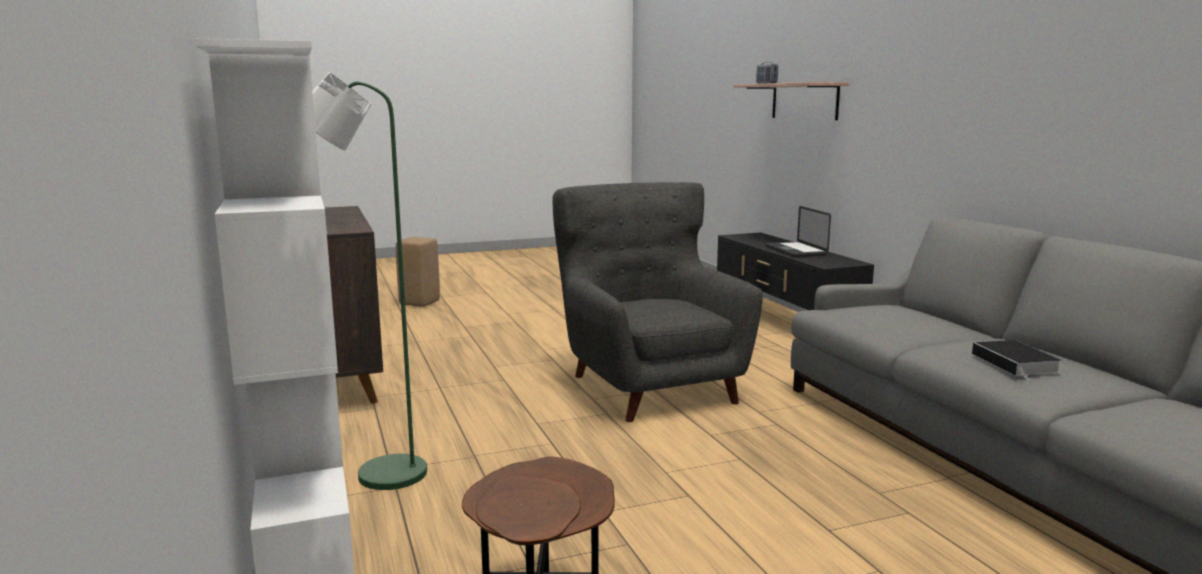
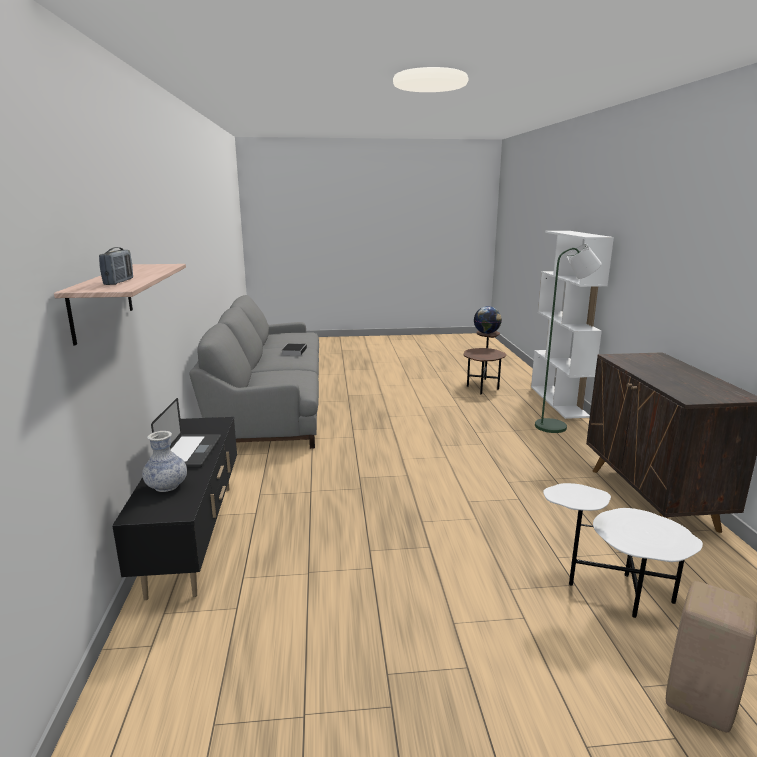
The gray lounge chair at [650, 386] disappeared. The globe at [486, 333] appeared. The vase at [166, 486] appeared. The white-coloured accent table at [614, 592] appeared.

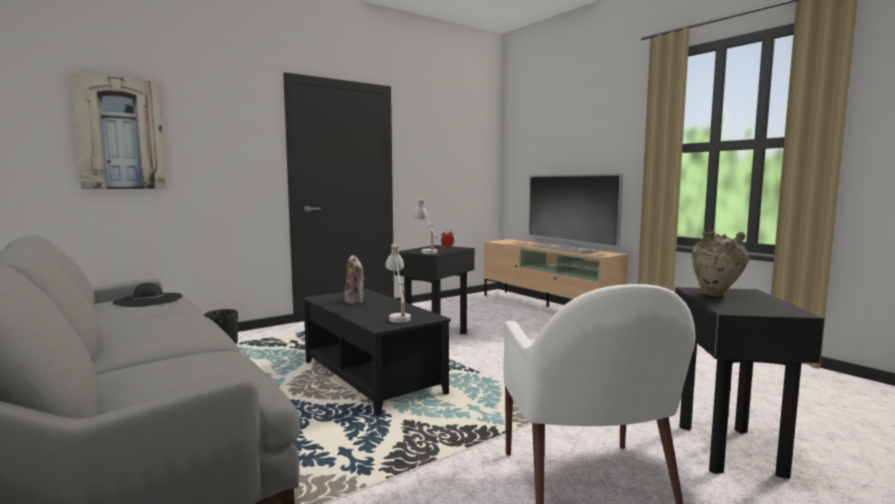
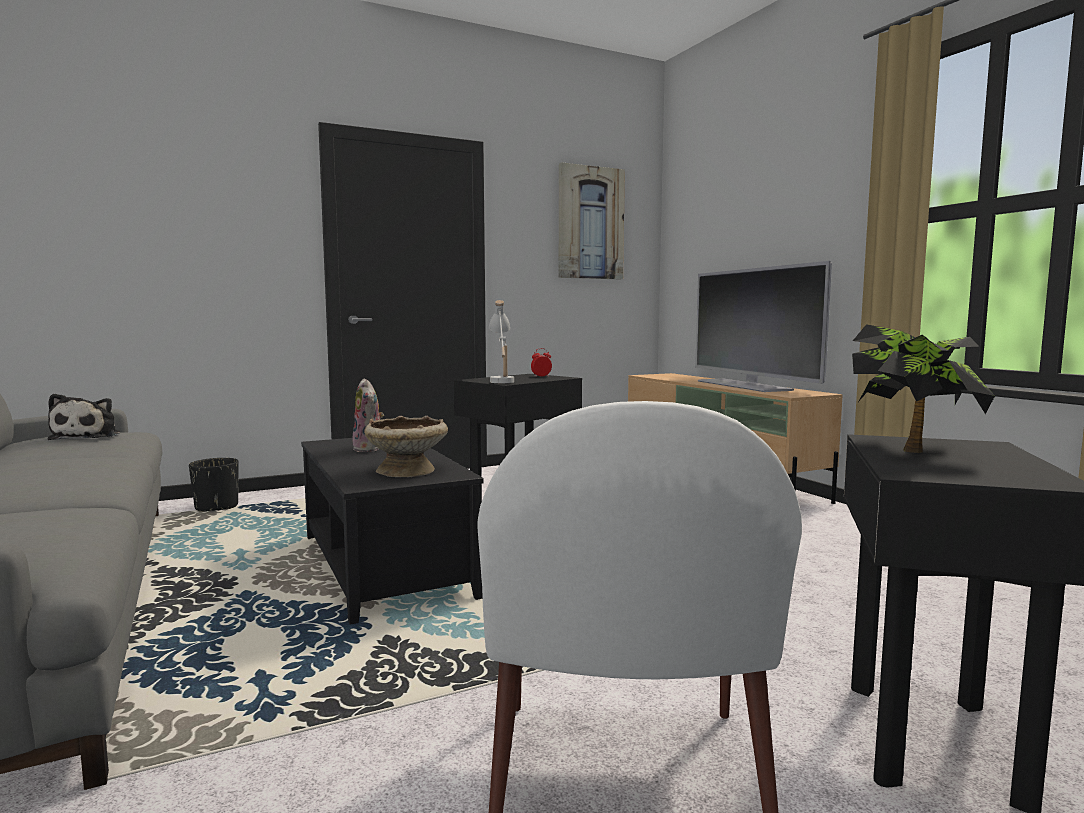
The wall art moved from [120, 134] to [590, 223]. The sand-coloured vase at [716, 295] was replaced by the plant in a pot at [913, 448]. The white-coloured table lamp at [398, 315] was replaced by the sand-coloured deep dish at [407, 470]. The black-coloured clothing hat at [148, 300] was replaced by the cuddly toy at [88, 436].

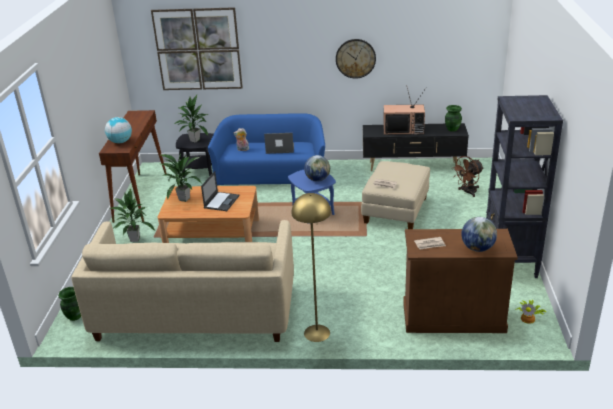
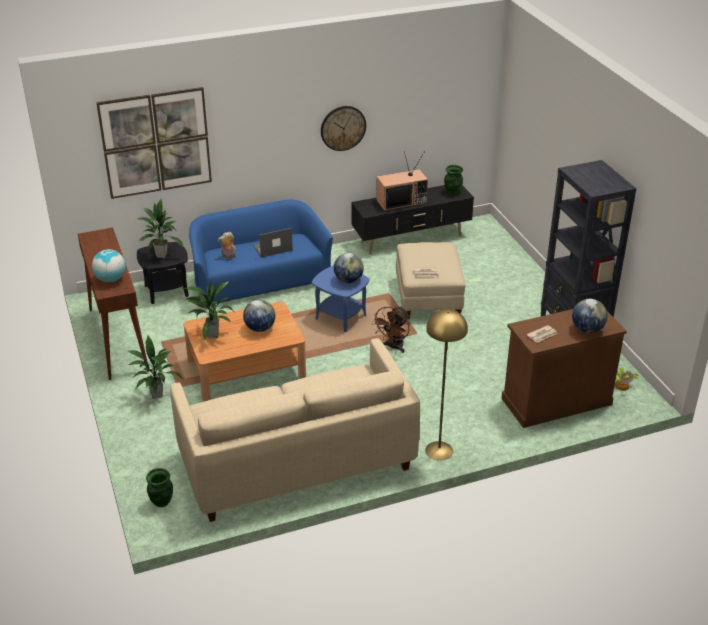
The brownish cooling fan moved from [467, 192] to [393, 347]. The portable computer at [221, 201] was replaced by the globe at [260, 328].

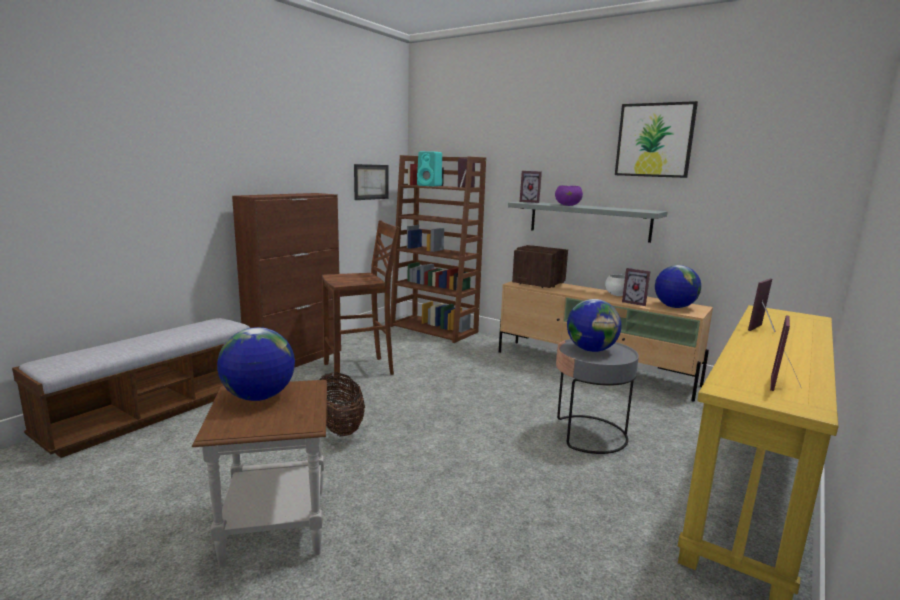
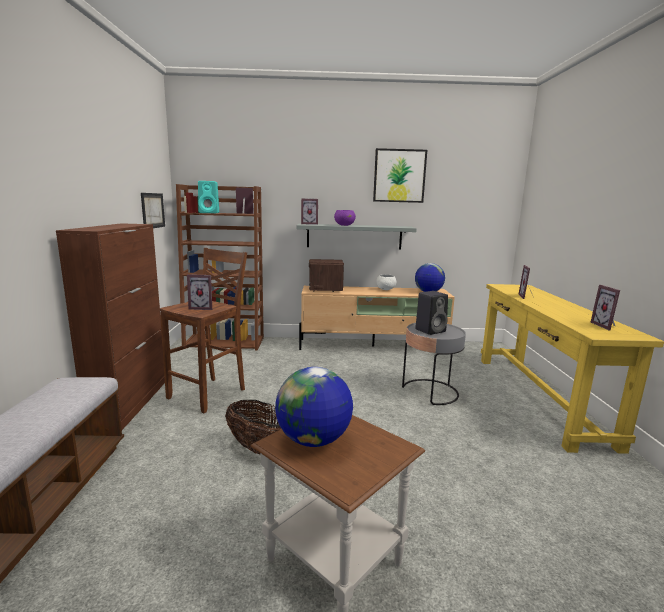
The standing frame moved from [635, 302] to [202, 308]. The globe at [591, 350] was replaced by the black-coloured loudspeaker at [430, 330].

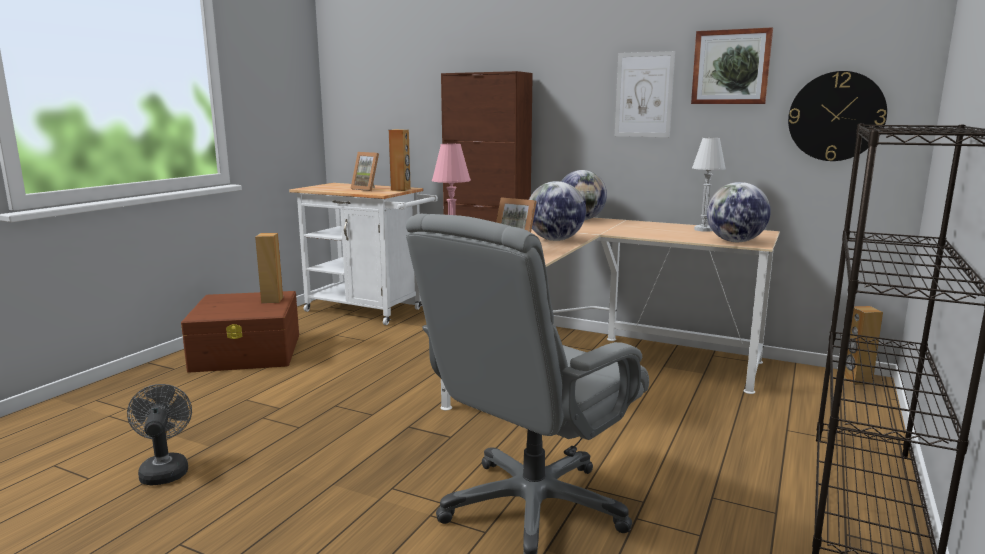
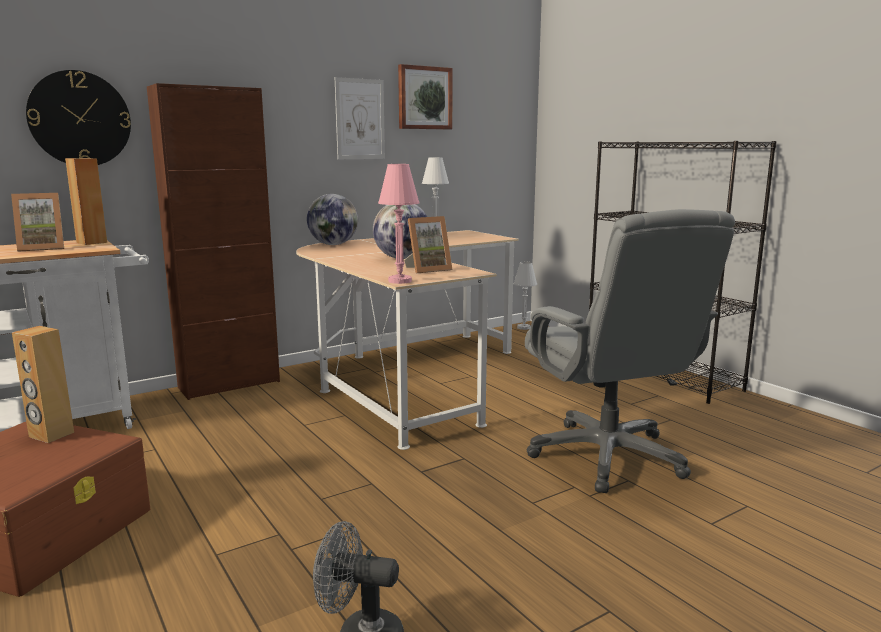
The wall clock moved from [836, 116] to [80, 119]. The globe at [735, 241] disappeared. The brownish loudspeaker at [856, 380] was replaced by the white-coloured table lamp at [524, 327].

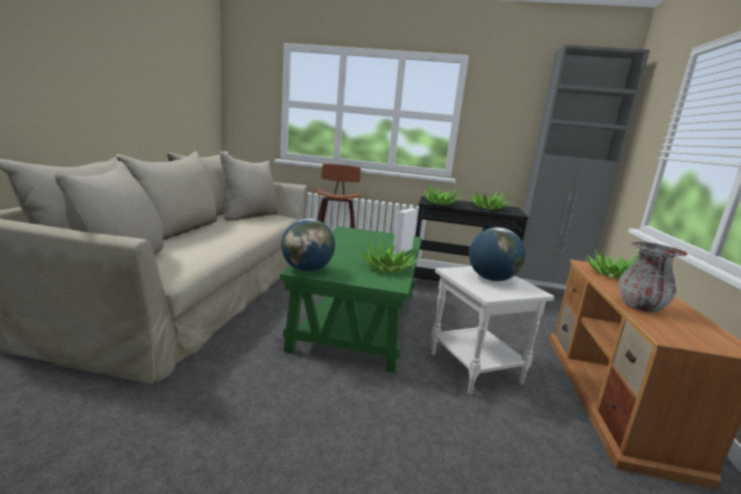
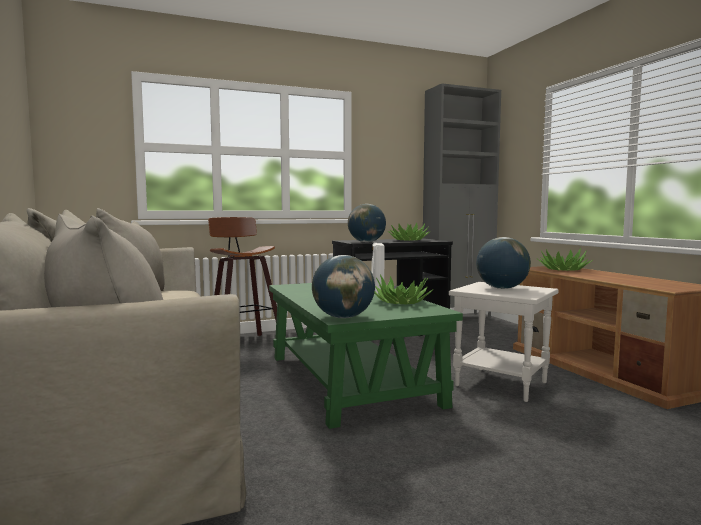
The plant in a pot at [440, 203] was replaced by the globe at [366, 242]. The gray vase at [640, 306] disappeared.

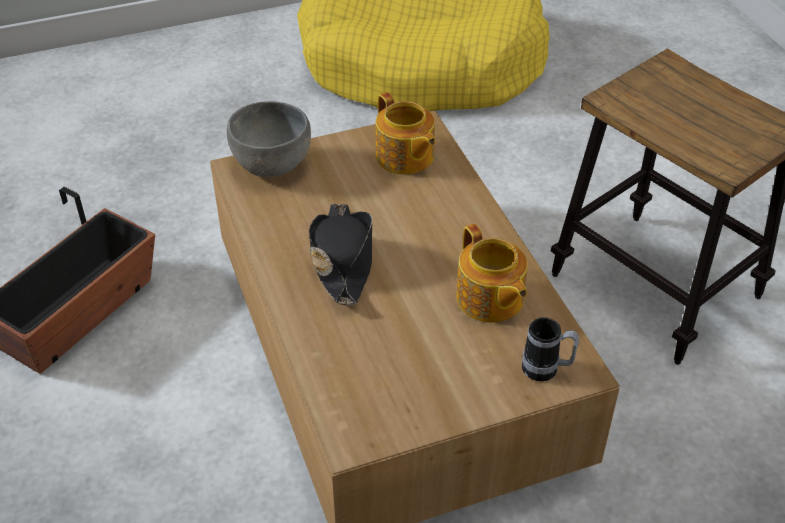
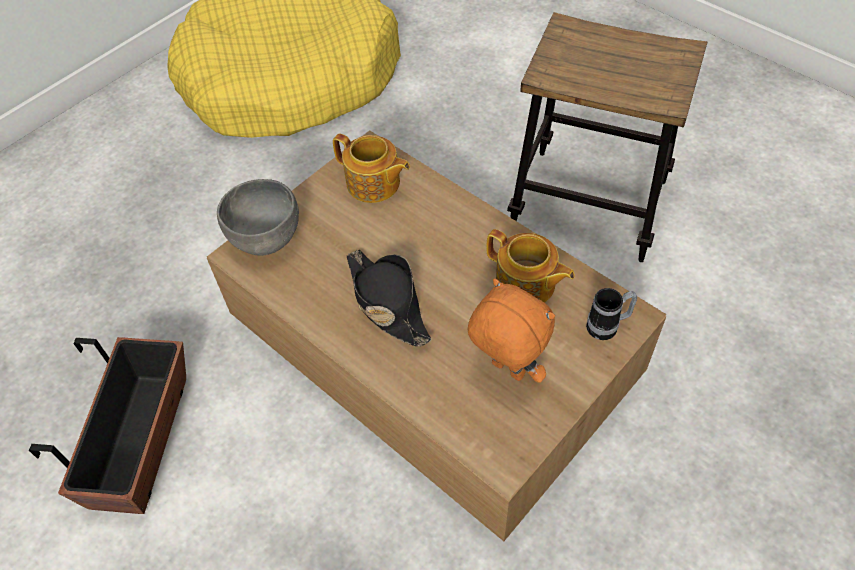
The orangey cuddly toy at [506, 370] appeared.

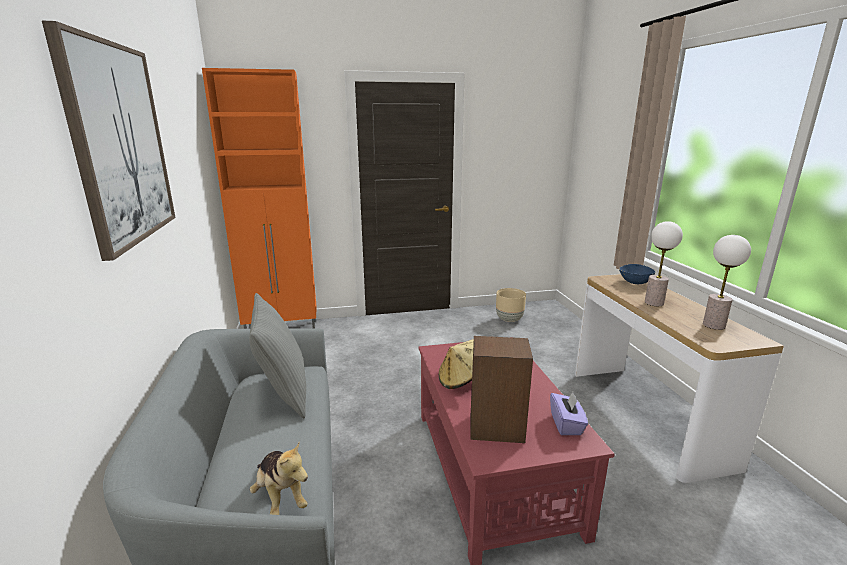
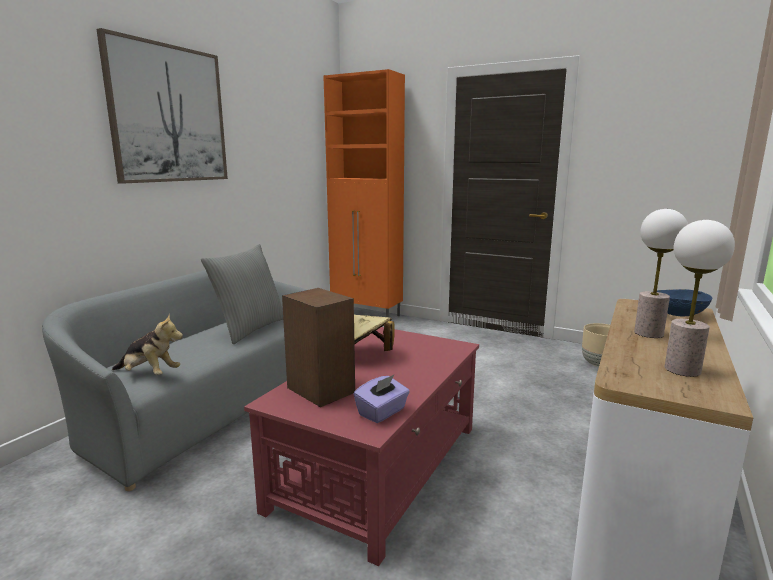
The cuddly toy at [280, 497] turned 75 degrees counterclockwise.

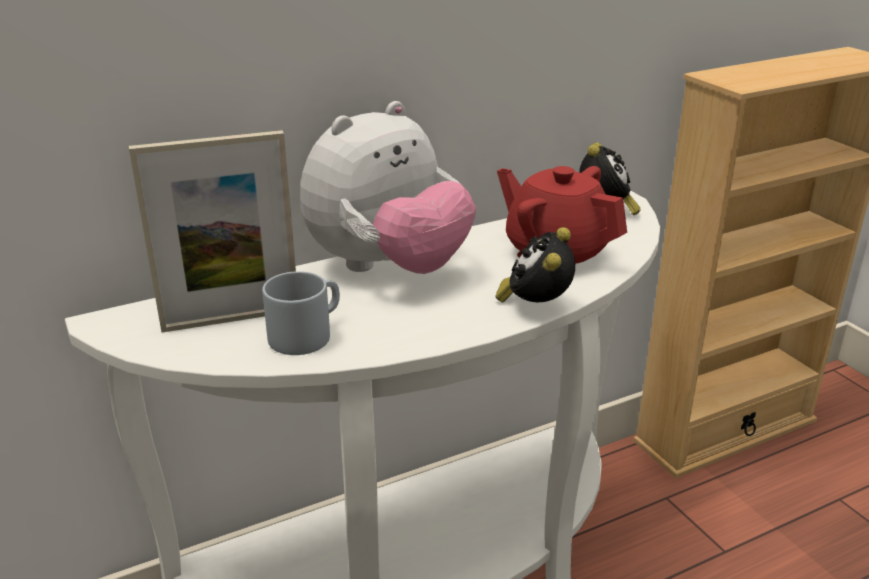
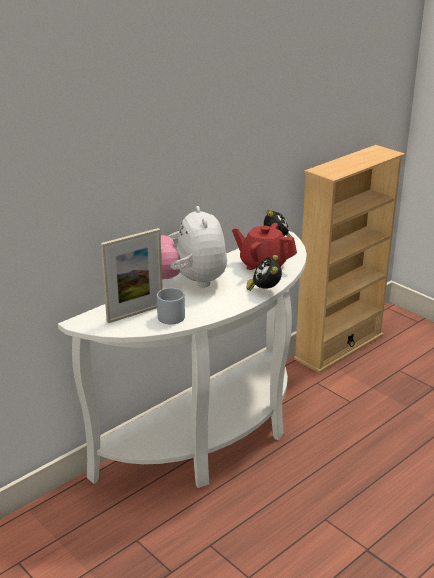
The cuddly toy at [388, 268] turned 135 degrees clockwise.

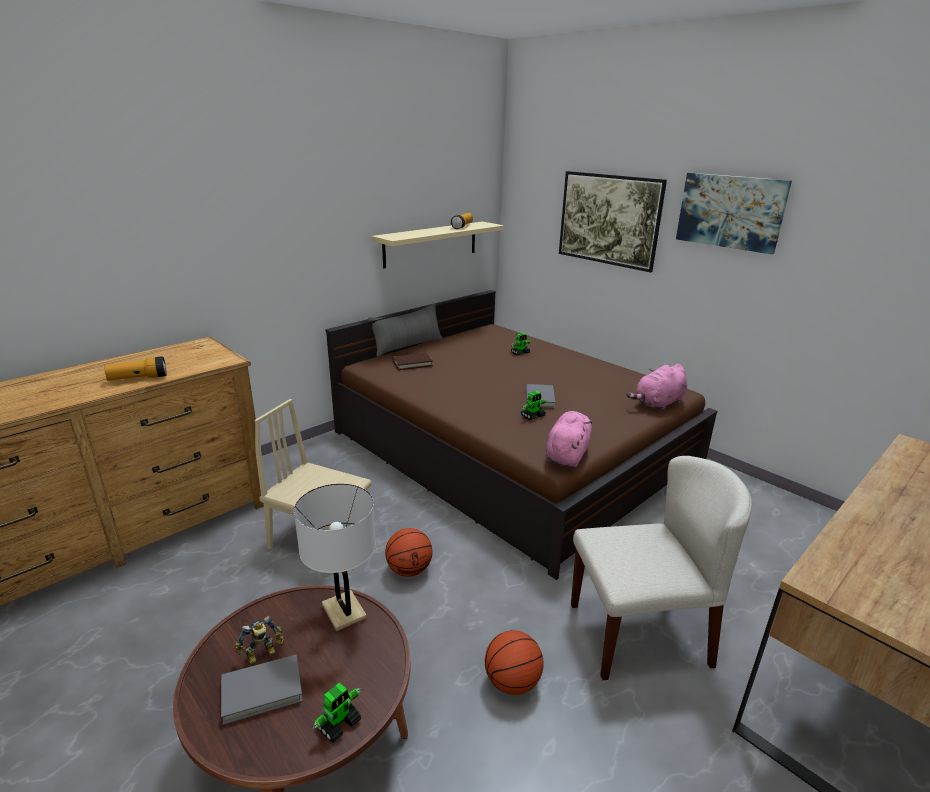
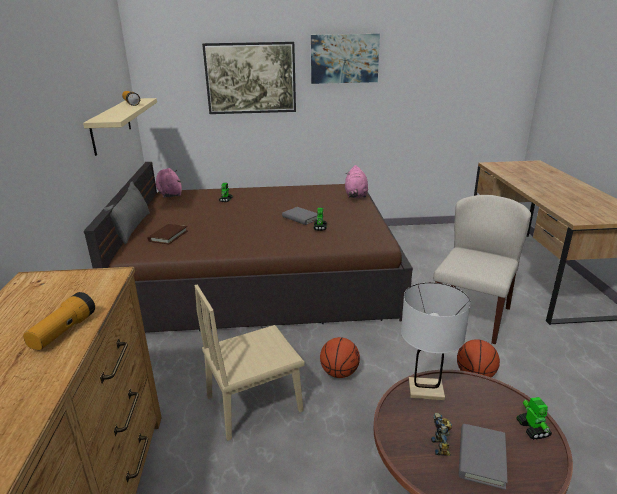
The pinkish cuddly toy moved from [567, 454] to [169, 194].

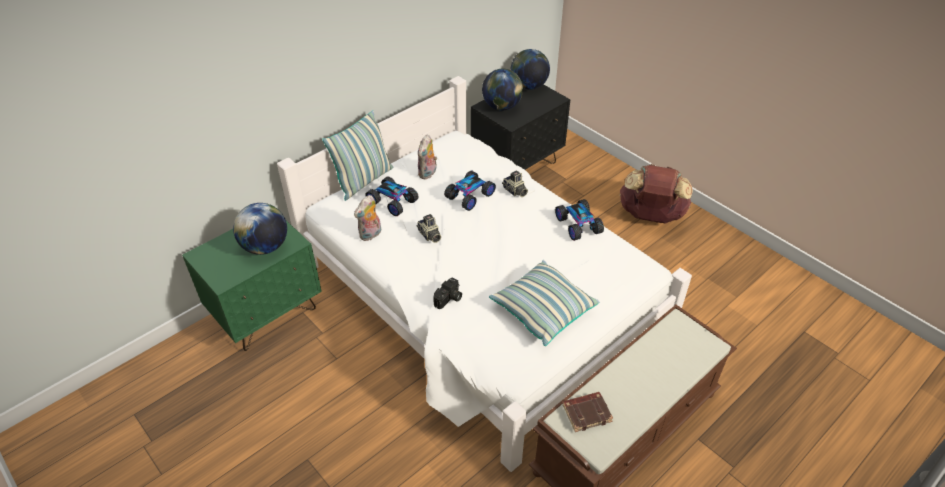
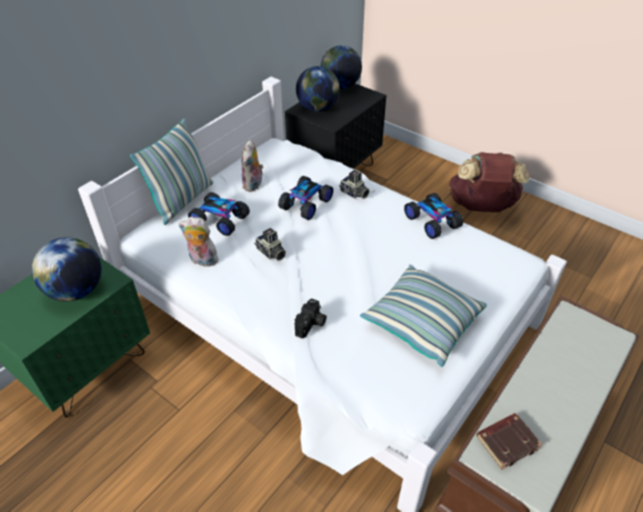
The cuddly toy at [370, 235] turned 75 degrees clockwise.

